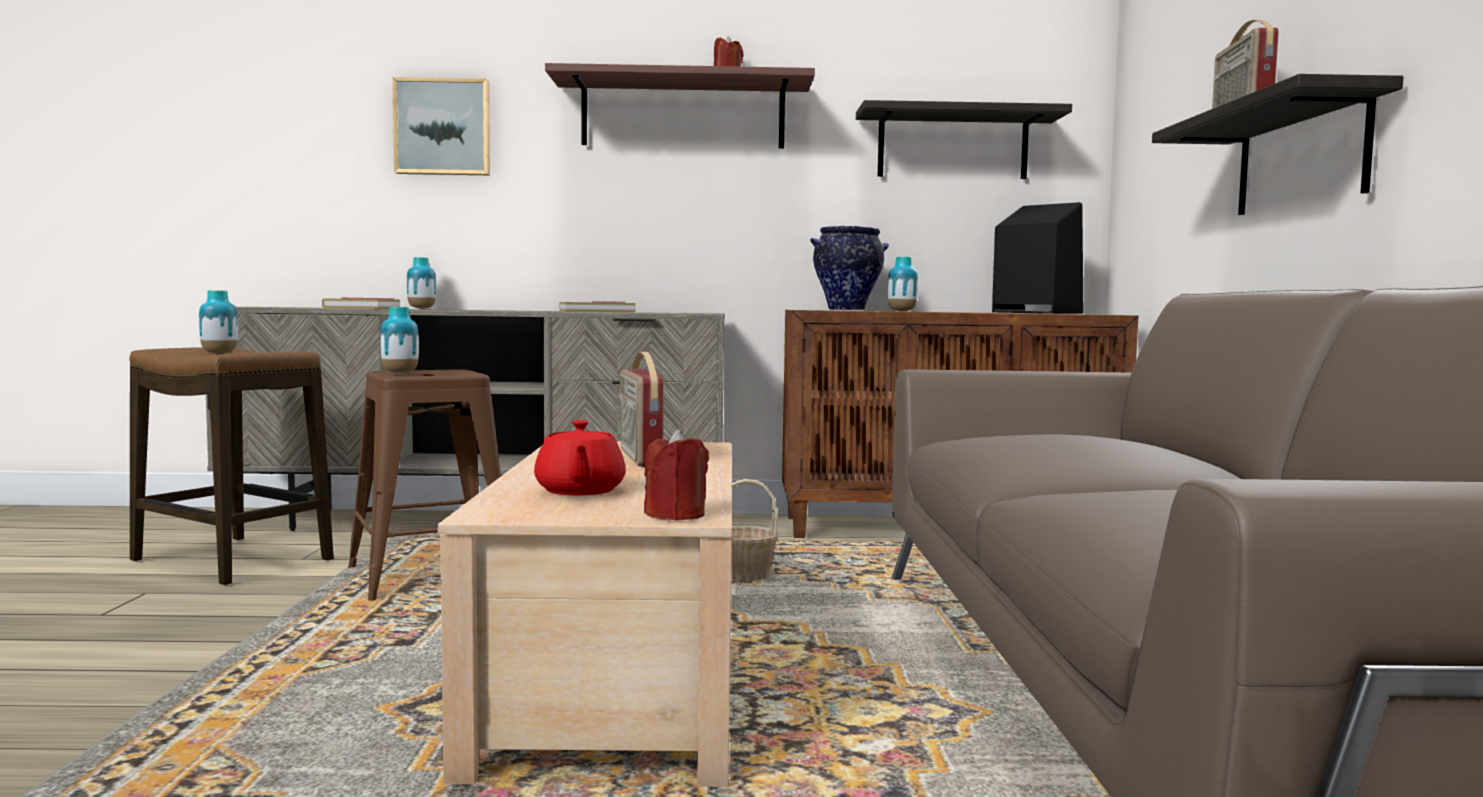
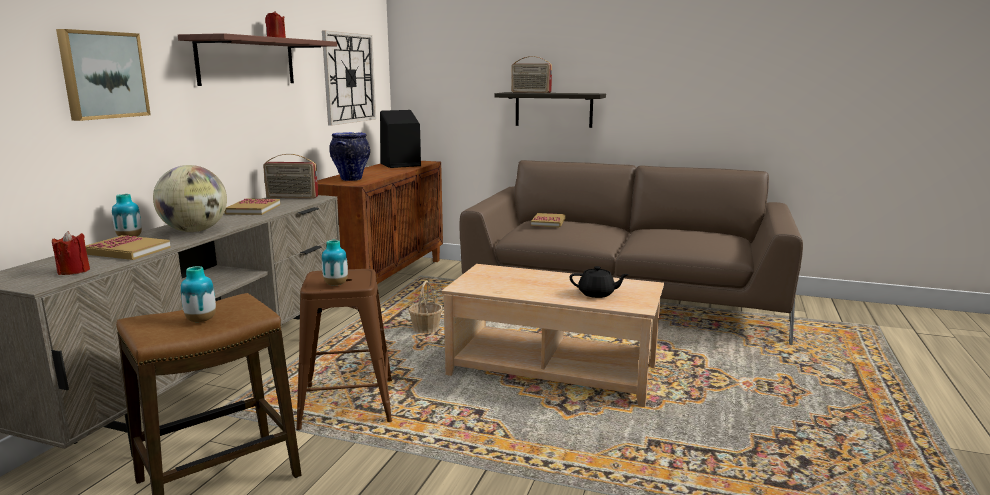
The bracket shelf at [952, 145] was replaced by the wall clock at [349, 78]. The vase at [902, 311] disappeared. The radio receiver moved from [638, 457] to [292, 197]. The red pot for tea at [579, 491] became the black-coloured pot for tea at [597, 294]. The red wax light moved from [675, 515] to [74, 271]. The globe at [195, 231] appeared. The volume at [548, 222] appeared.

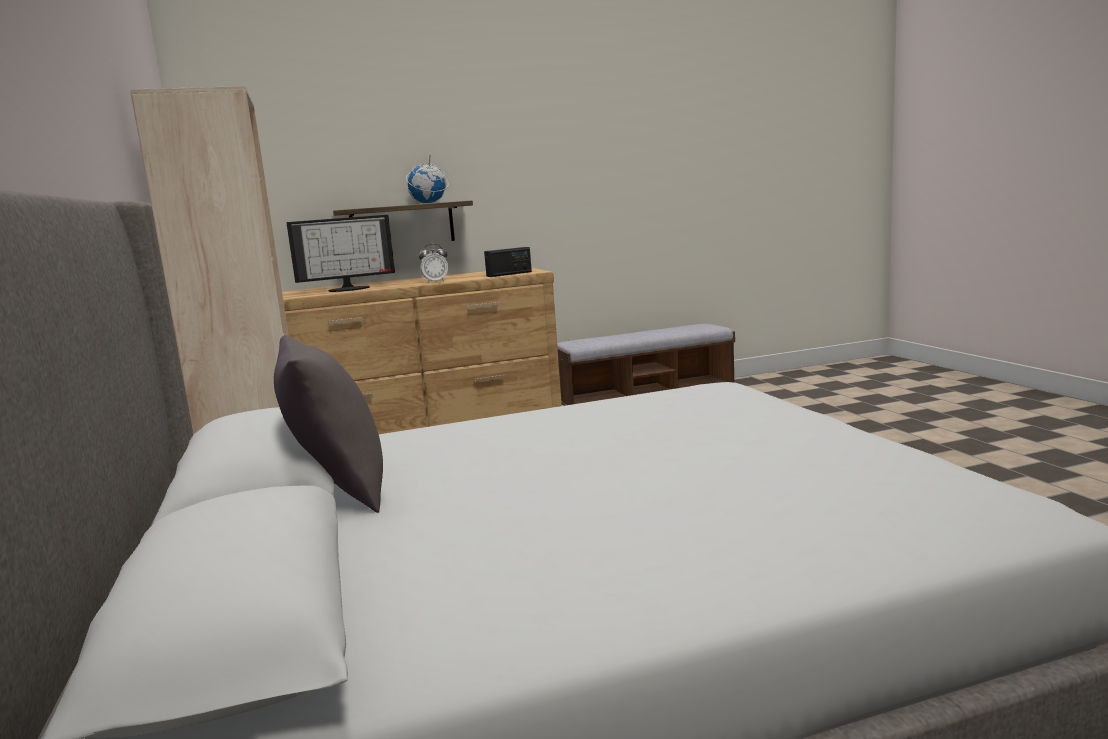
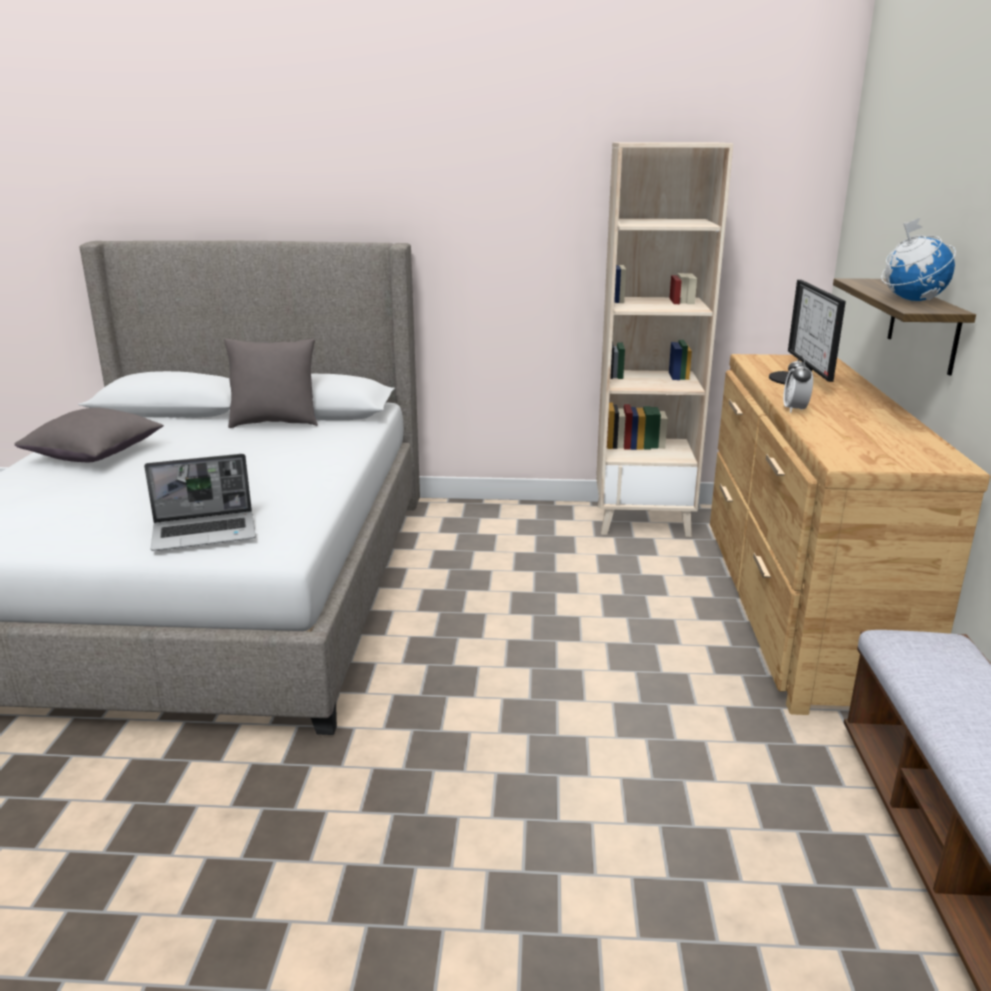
The radio receiver at [509, 274] disappeared. The gray pillow at [95, 455] appeared. The portable computer at [206, 533] appeared.

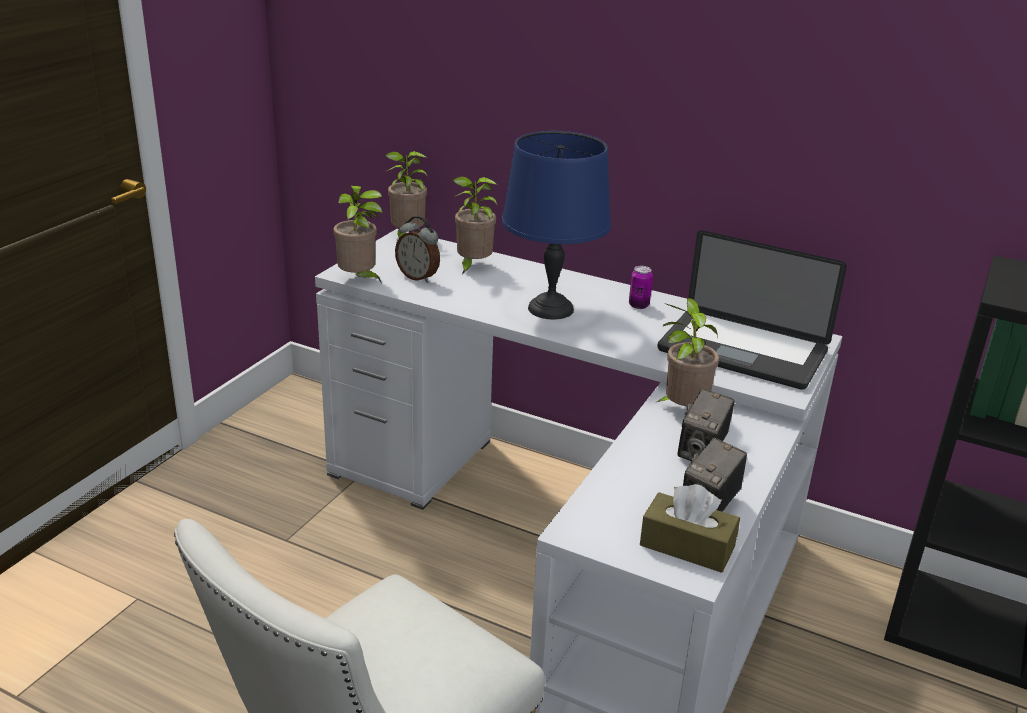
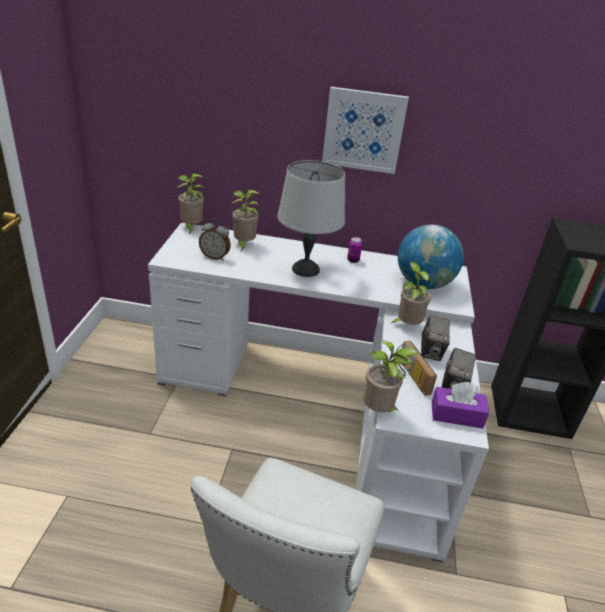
The blue table lamp at [549, 308] became the gray table lamp at [305, 269]. The plant in a pot moved from [359, 280] to [379, 411]. The portable computer at [742, 351] was replaced by the globe at [423, 284]. The brownish tissue holder at [687, 546] became the purple tissue holder at [456, 415]. The wall art at [363, 130] appeared. The radio receiver at [408, 376] appeared.

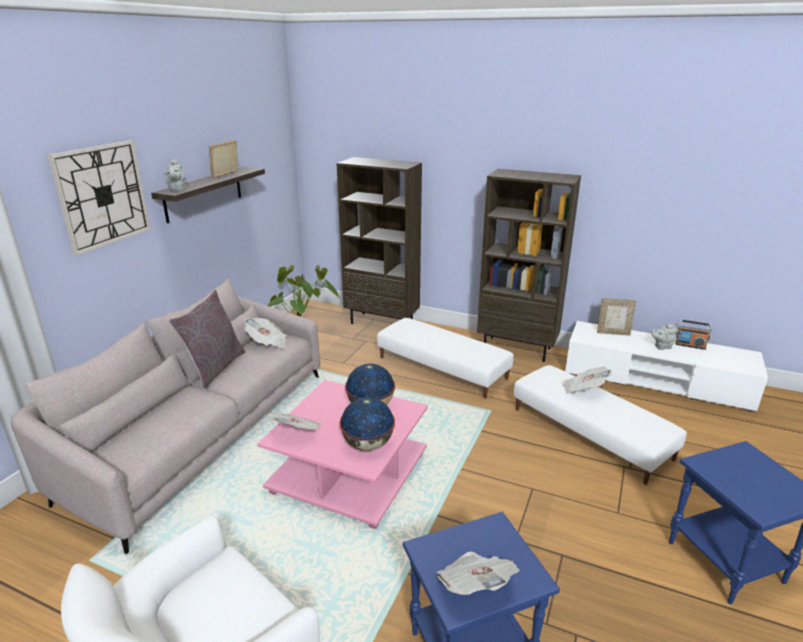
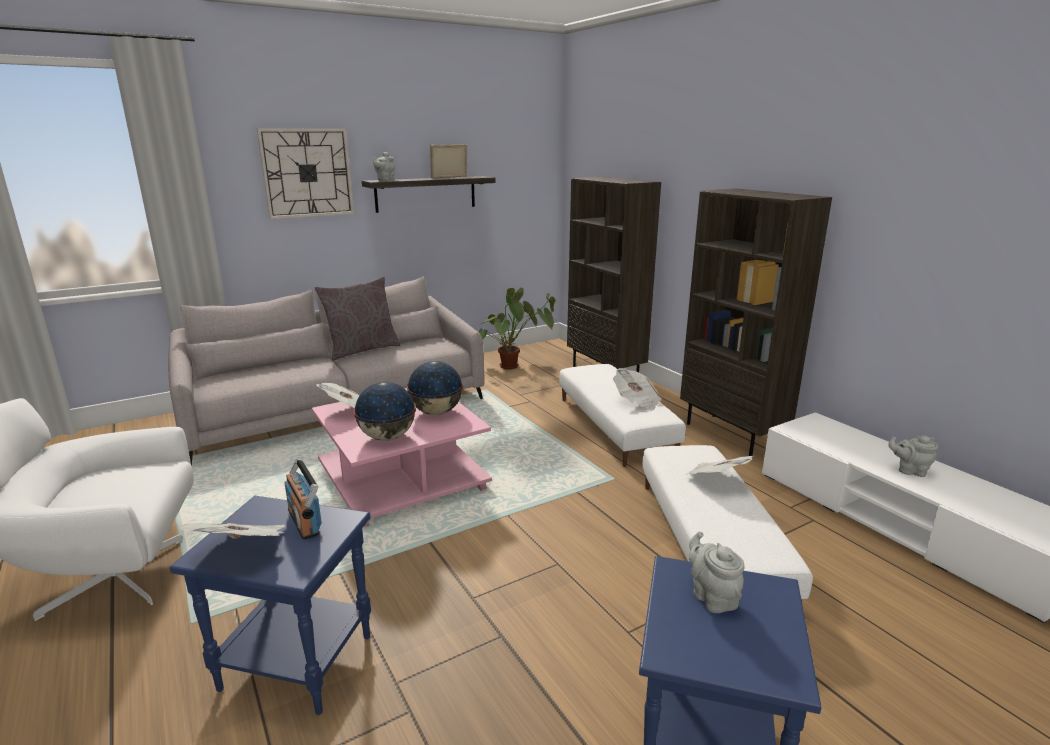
The standing frame at [613, 333] disappeared. The daily paper moved from [267, 343] to [636, 402]. The radio receiver moved from [690, 345] to [304, 521]. The gray pot for tea at [712, 597] appeared.

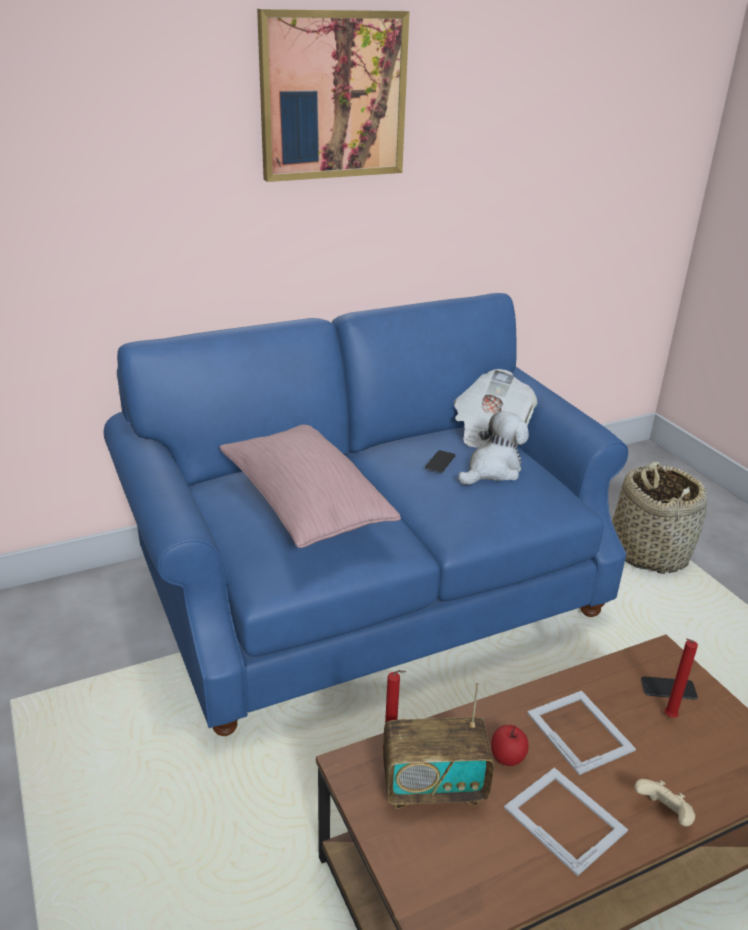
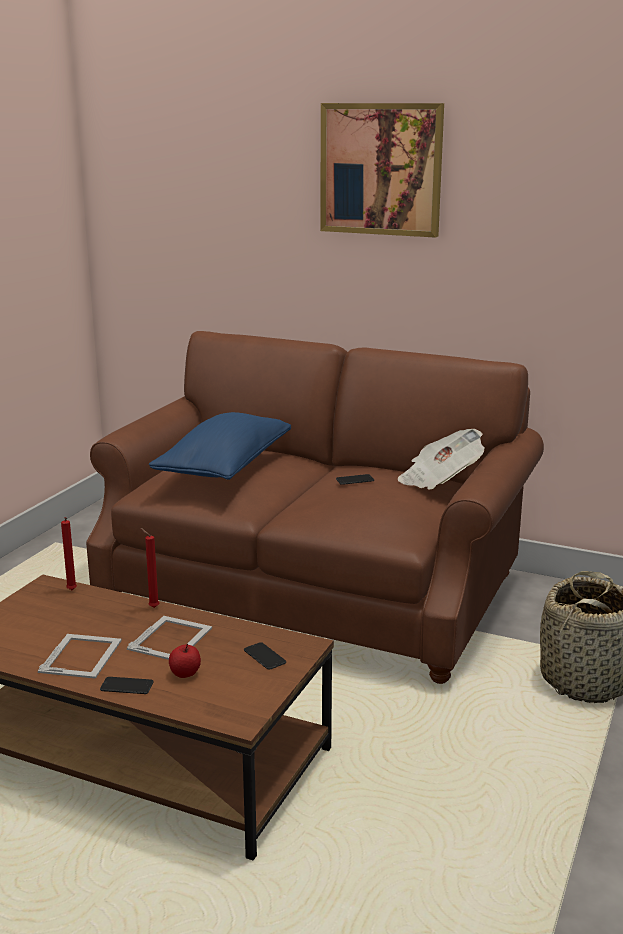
The blue couch at [370, 589] became the brownish couch at [313, 590]. The cuddly toy at [492, 470] disappeared. The pinkish pillow at [304, 505] became the blue pillow at [224, 467]. The red wax light moved from [668, 717] to [152, 607]. The radio receiver at [433, 787] disappeared. The apple moved from [507, 757] to [185, 673]. The sand-coloured gamepad at [663, 814] was replaced by the phone at [127, 686].

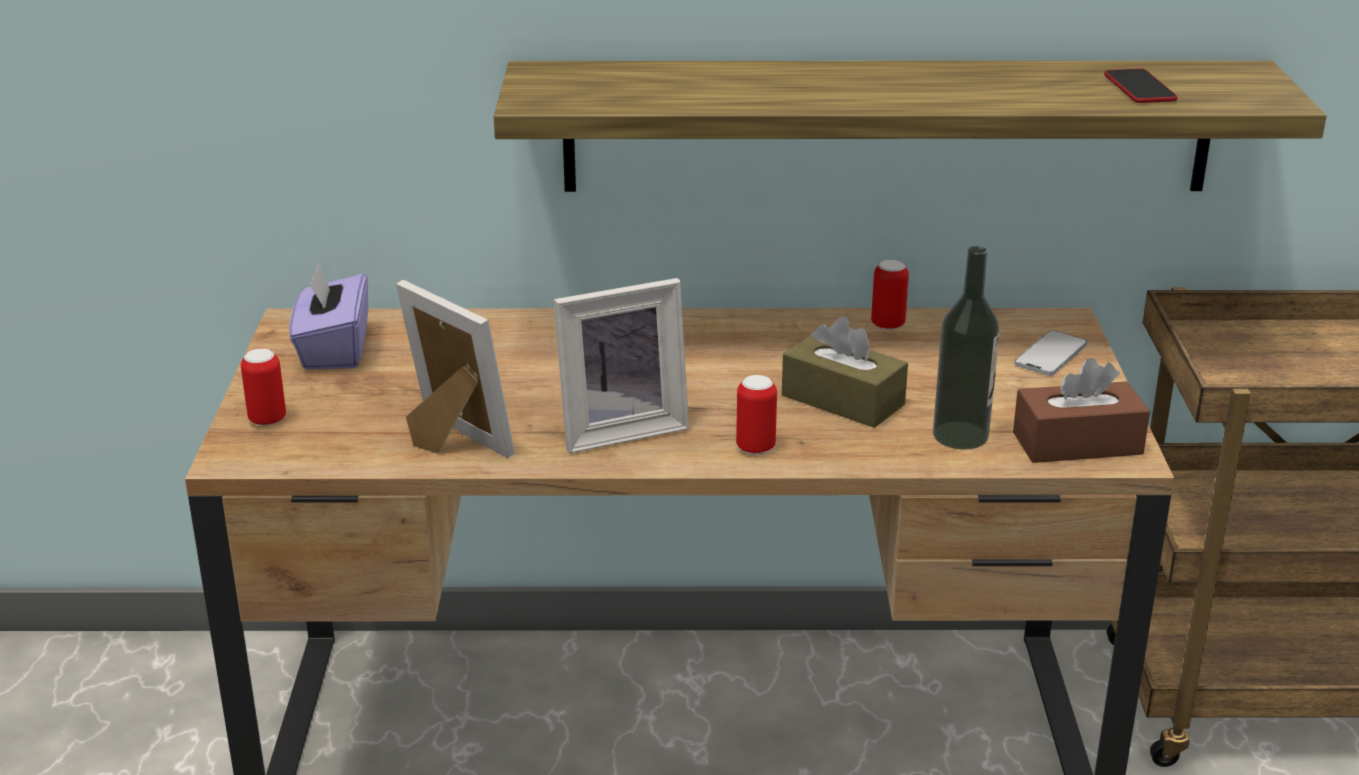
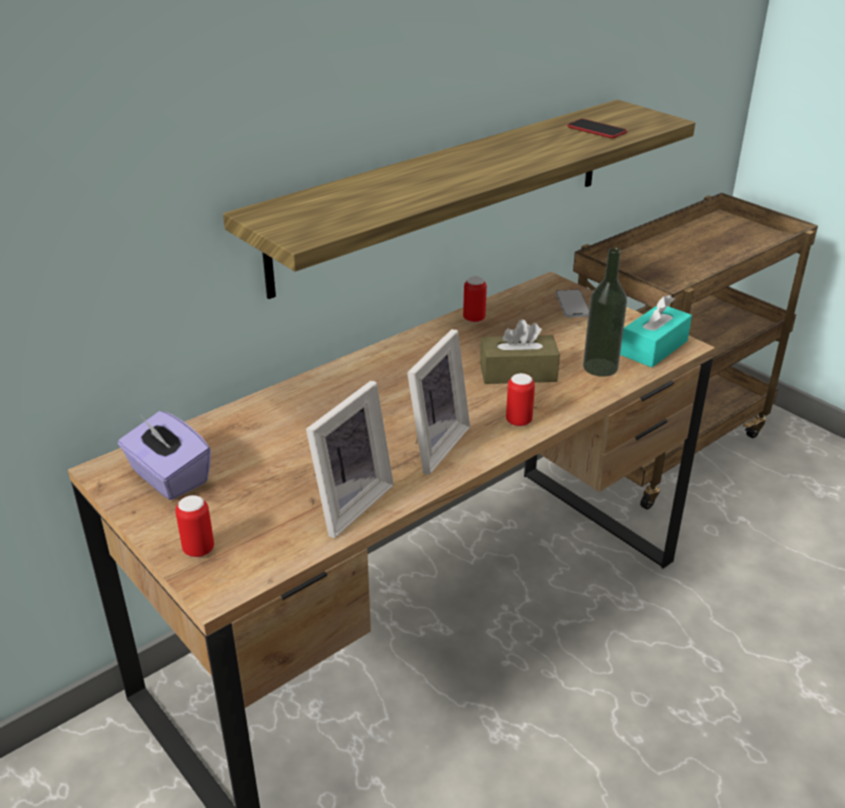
The standing frame at [450, 442] turned 120 degrees clockwise. The brownish tissue holder at [1077, 443] became the turquoise tissue holder at [653, 348].

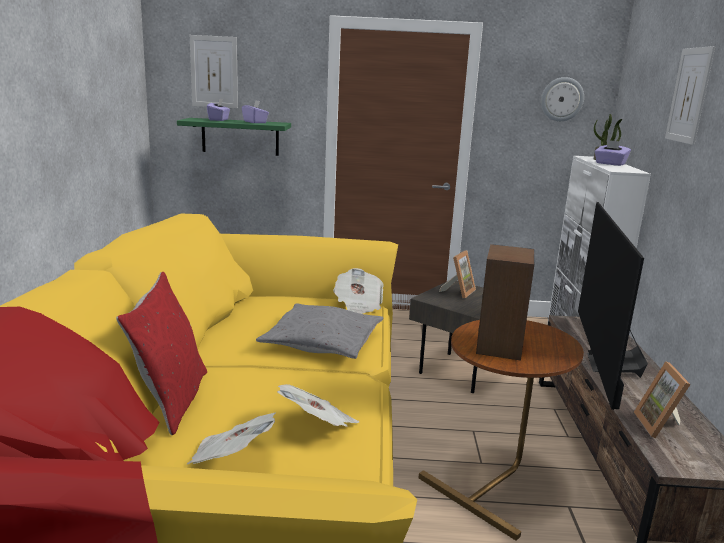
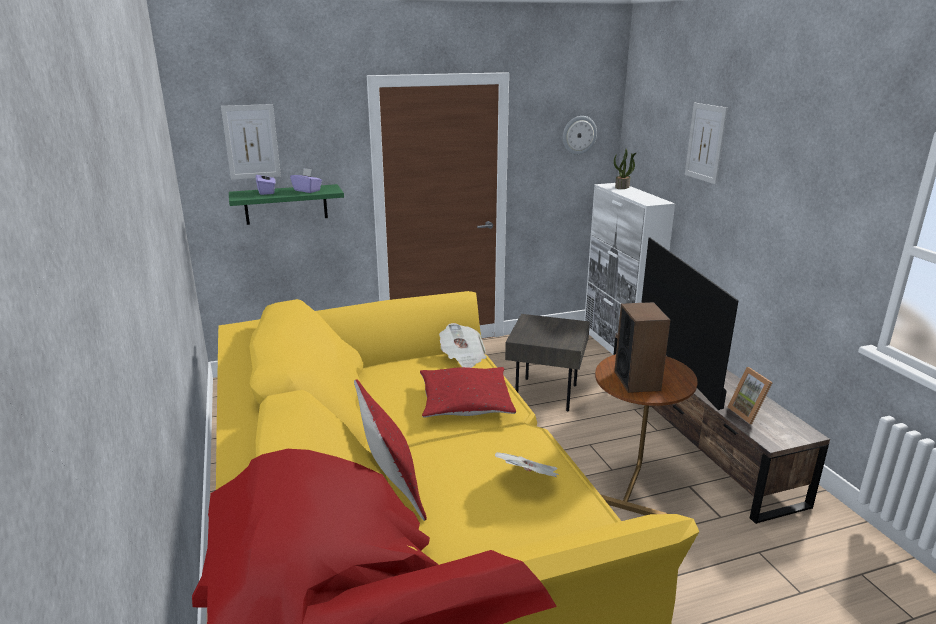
The purple tissue holder at [610, 164] disappeared. The standing frame at [458, 292] disappeared. The gray pillow at [322, 342] became the red pillow at [465, 402]. The daily paper at [231, 458] disappeared.

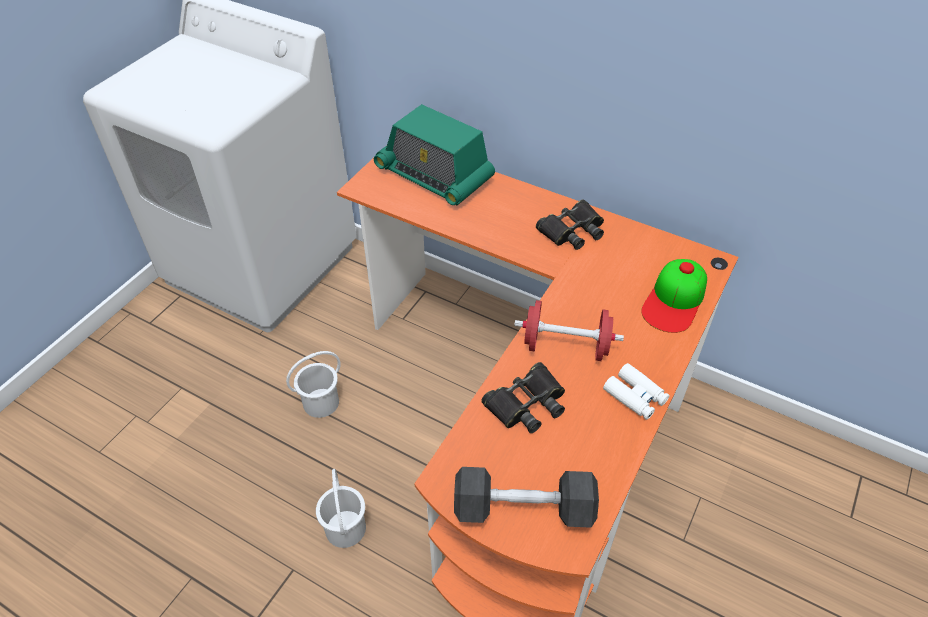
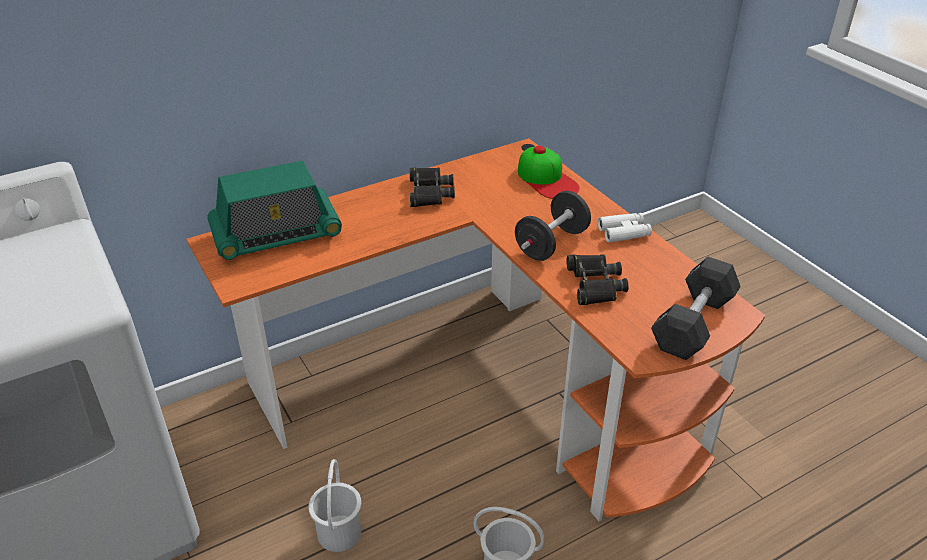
The red dumbbell at [566, 346] became the black-coloured dumbbell at [551, 244].

